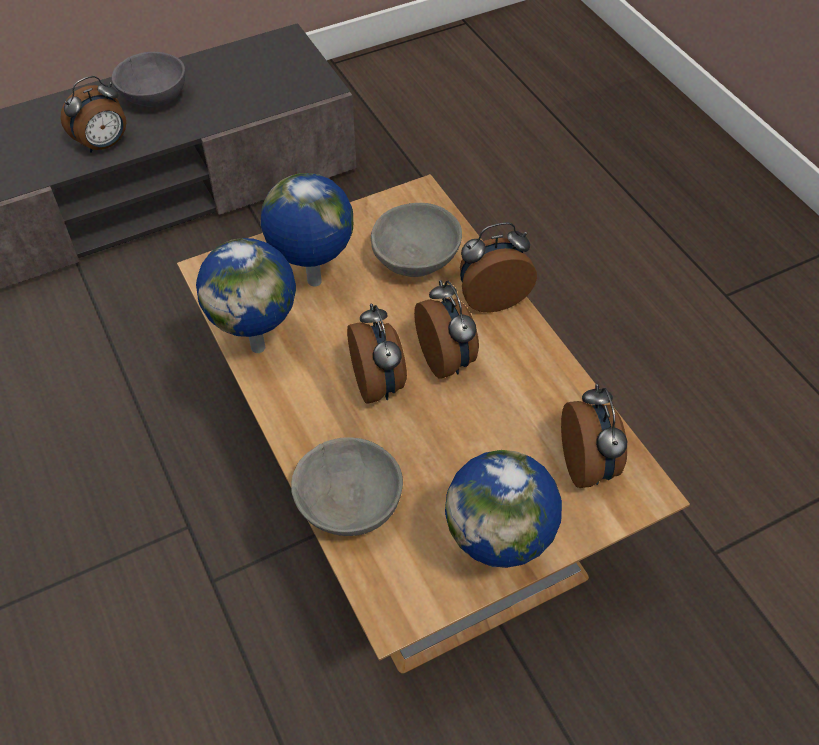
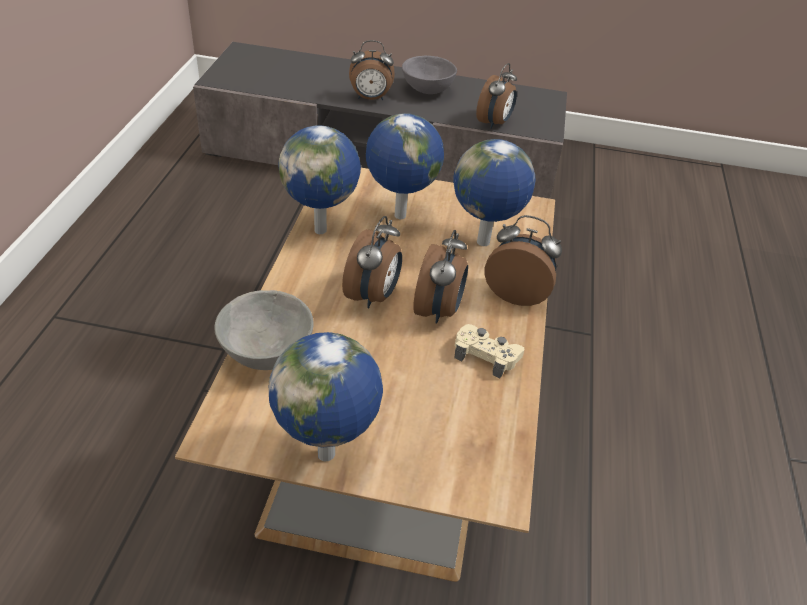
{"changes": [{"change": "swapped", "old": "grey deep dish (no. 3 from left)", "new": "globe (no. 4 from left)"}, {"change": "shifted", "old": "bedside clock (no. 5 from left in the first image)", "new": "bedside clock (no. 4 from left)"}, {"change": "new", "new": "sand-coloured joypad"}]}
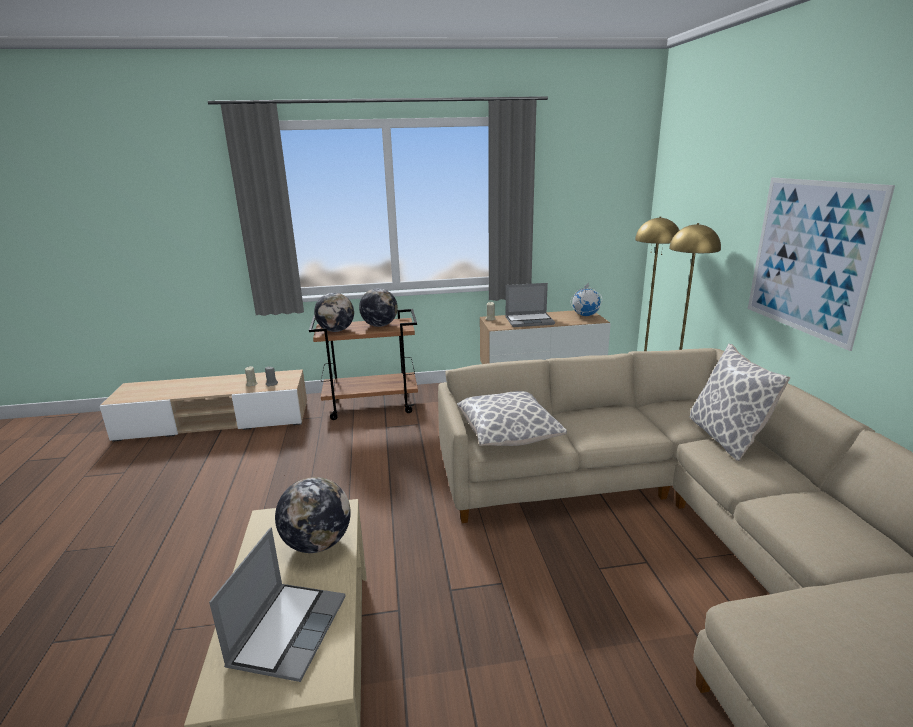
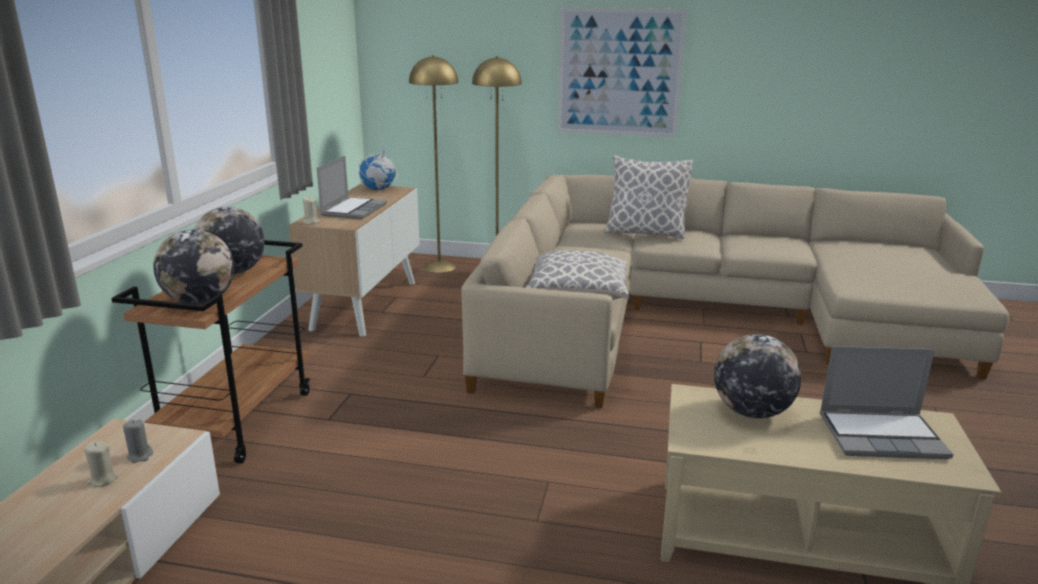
{"changes": [{"change": "rotated", "old": "notebook computer (no. 1 from left in the first image)", "degrees": 150}]}
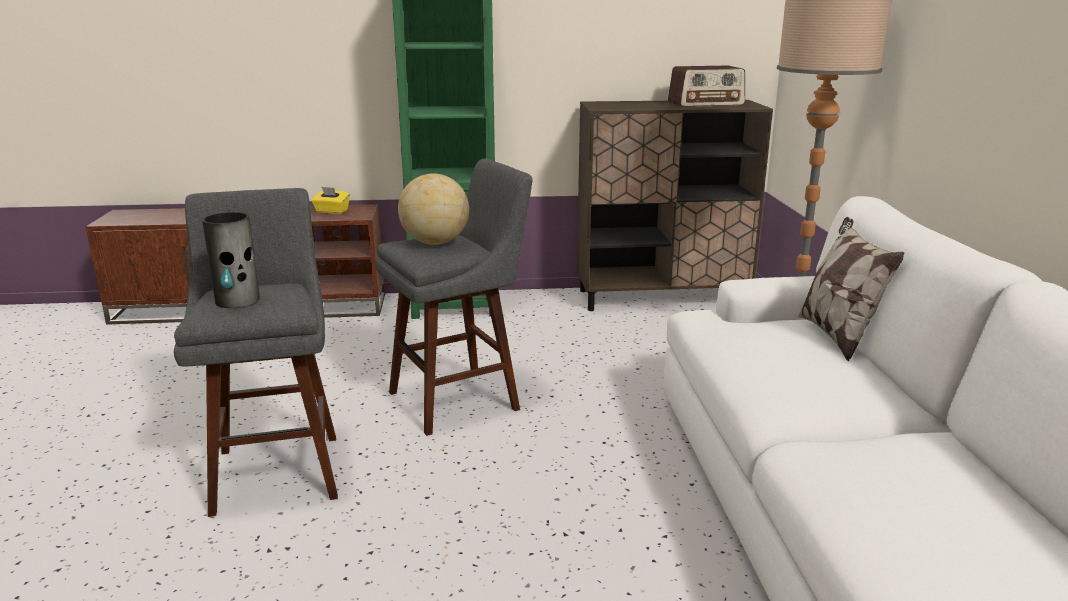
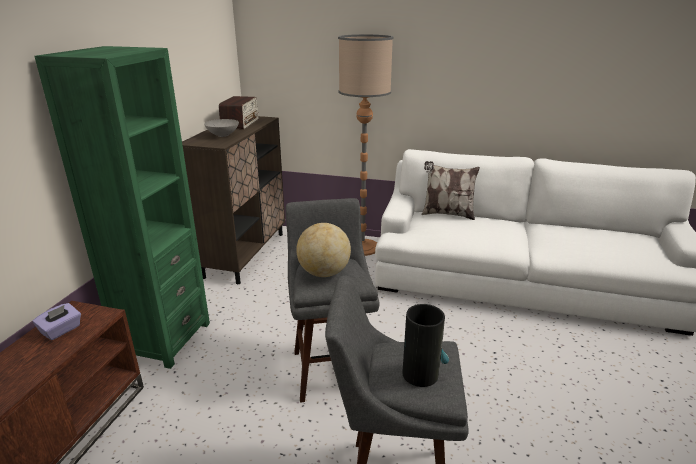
{"changes": [{"change": "repainted", "old": "yellowish tissue holder", "new": "purple-coloured tissue holder"}, {"change": "new", "new": "grey deep dish"}]}
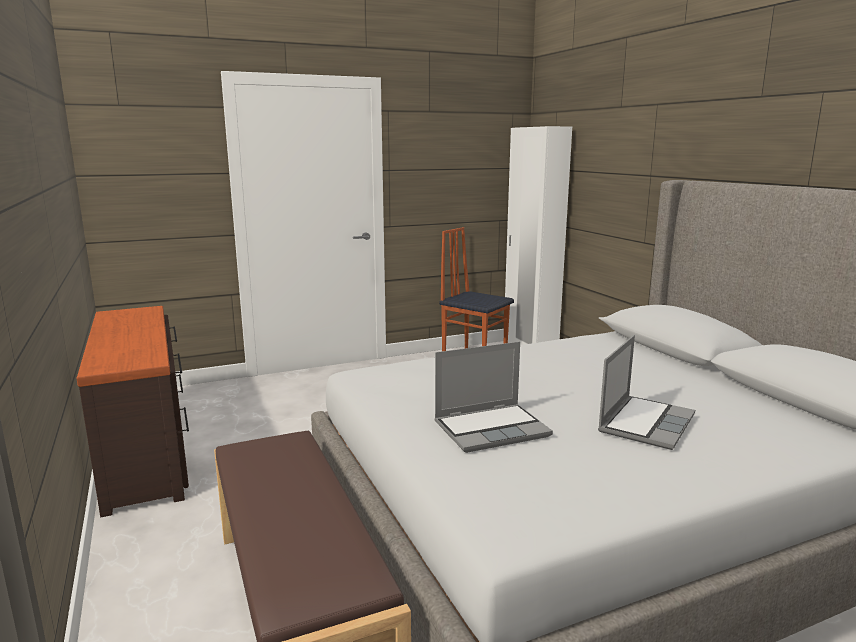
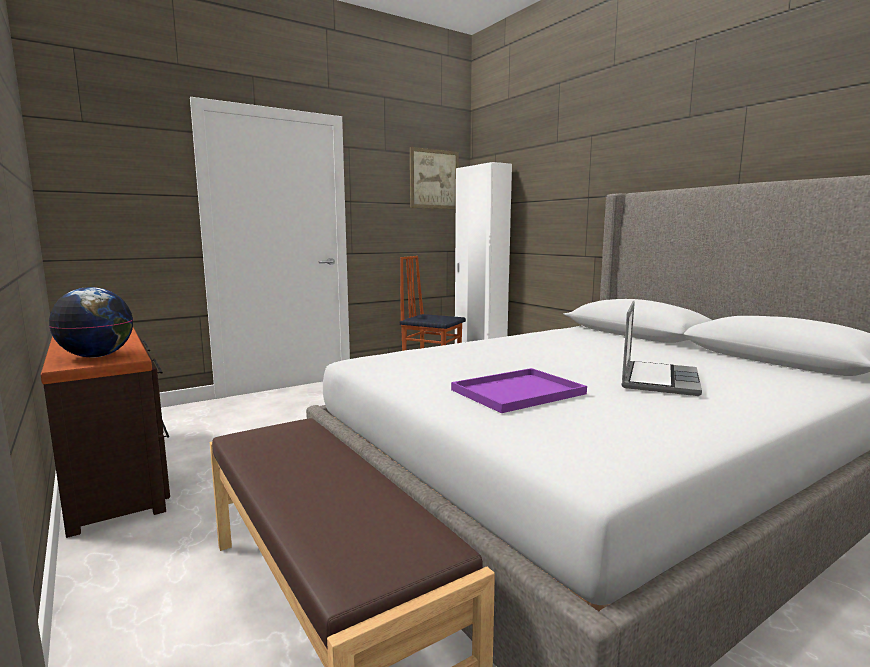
{"changes": [{"change": "swapped", "old": "notebook computer (no. 1 from left)", "new": "purple-coloured serving tray"}, {"change": "new", "new": "globe"}, {"change": "new", "new": "wall picture"}]}
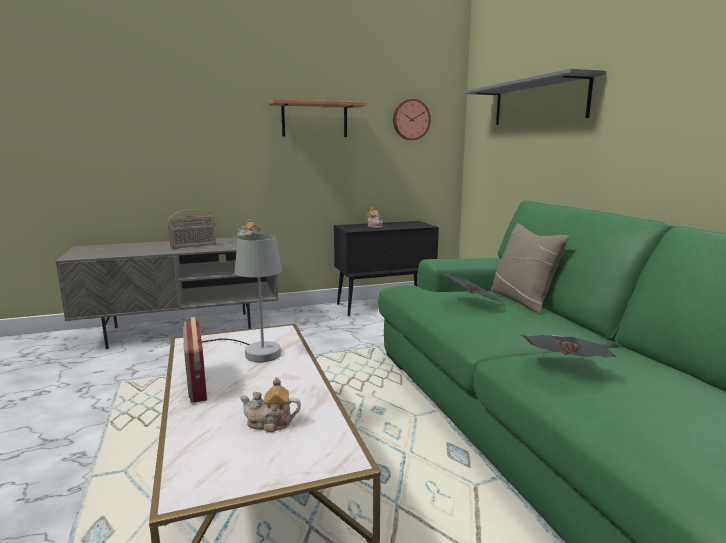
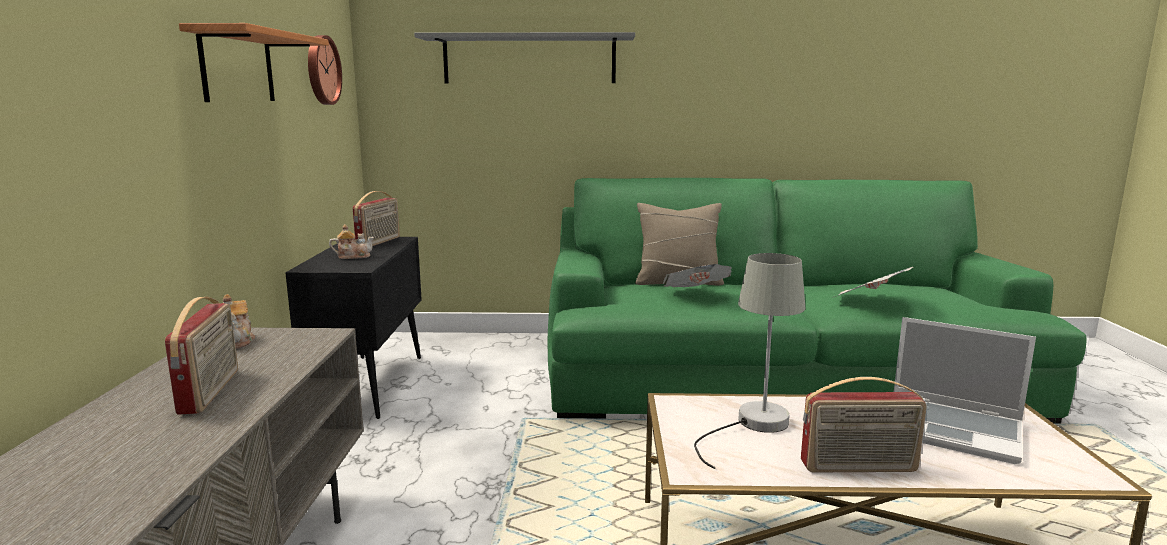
{"changes": [{"change": "swapped", "old": "tea pot (no. 2 from left)", "new": "notebook computer"}, {"change": "new", "new": "radio receiver (no. 2 from left)"}]}
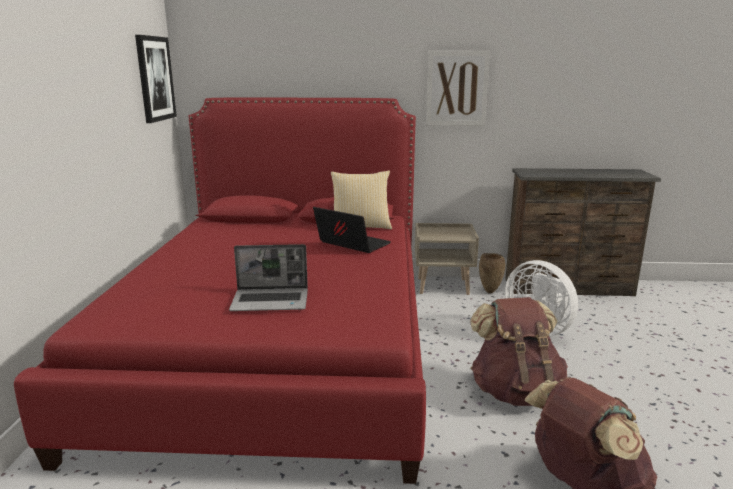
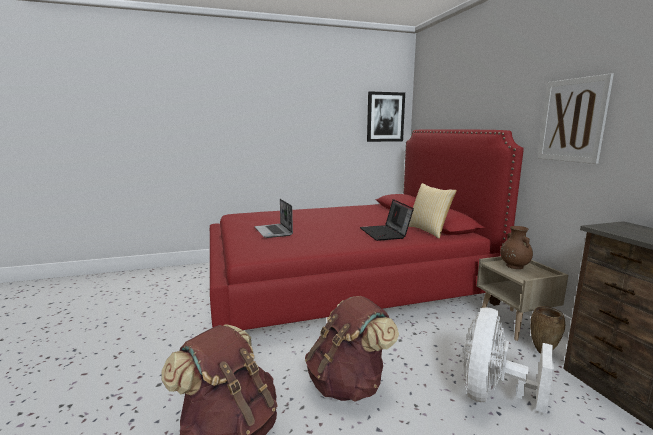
{"changes": [{"change": "rotated", "old": "notebook computer (no. 2 from left)", "degrees": 150}, {"change": "new", "new": "brown-coloured vase (no. 1 from left)"}]}
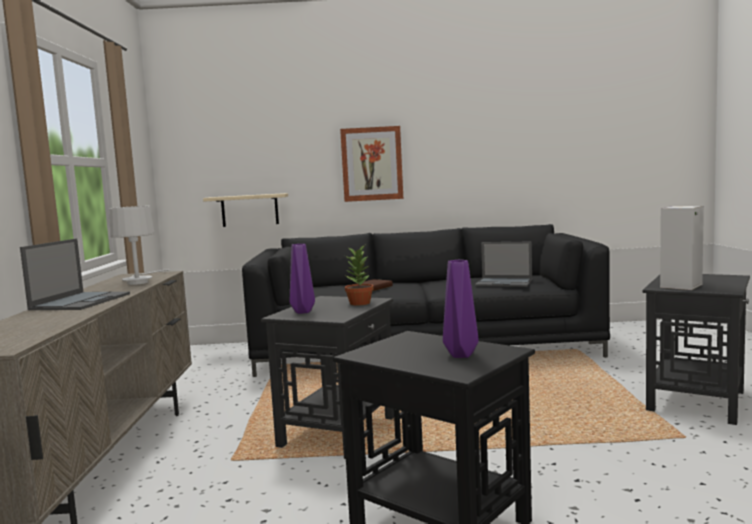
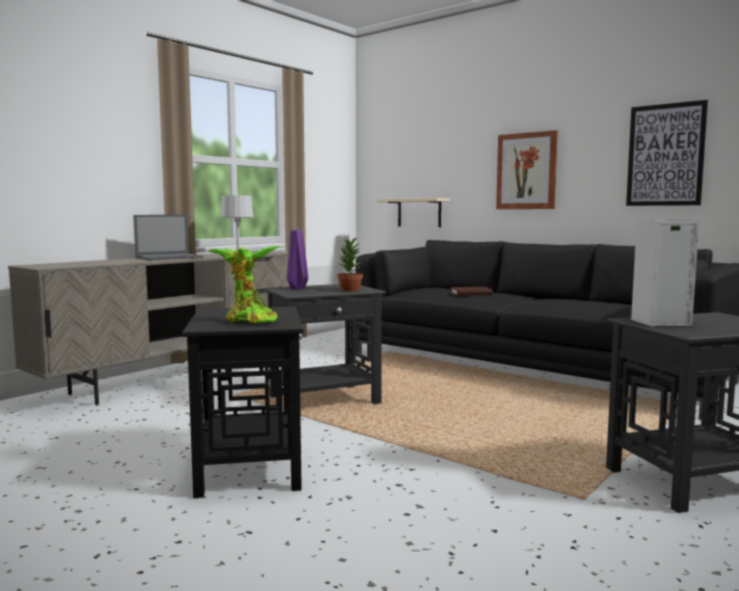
{"changes": [{"change": "swapped", "old": "purple-coloured vase (no. 2 from left)", "new": "plant in a pot (no. 1 from left)"}, {"change": "gone", "old": "notebook computer (no. 2 from left)"}, {"change": "new", "new": "wall picture (no. 2 from left)"}]}
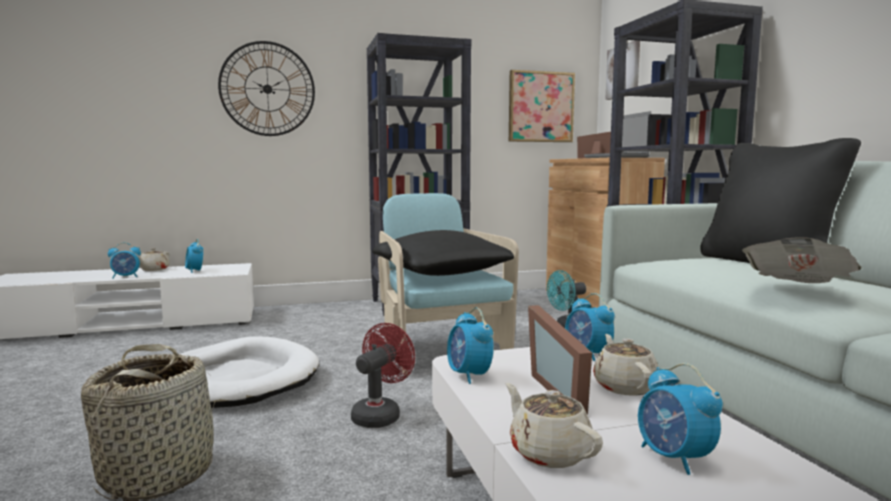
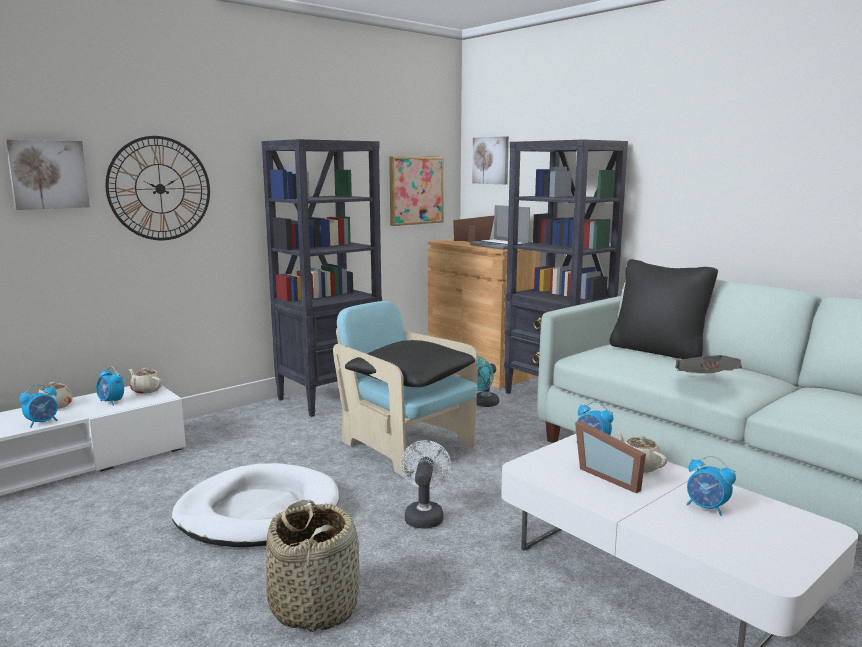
{"changes": [{"change": "repainted", "old": "red electric fan", "new": "white electric fan"}, {"change": "gone", "old": "bedside clock (no. 3 from left)"}, {"change": "shifted", "old": "sand-coloured tea pot (no. 2 from left)"}, {"change": "new", "new": "wall picture (no. 1 from left)"}]}
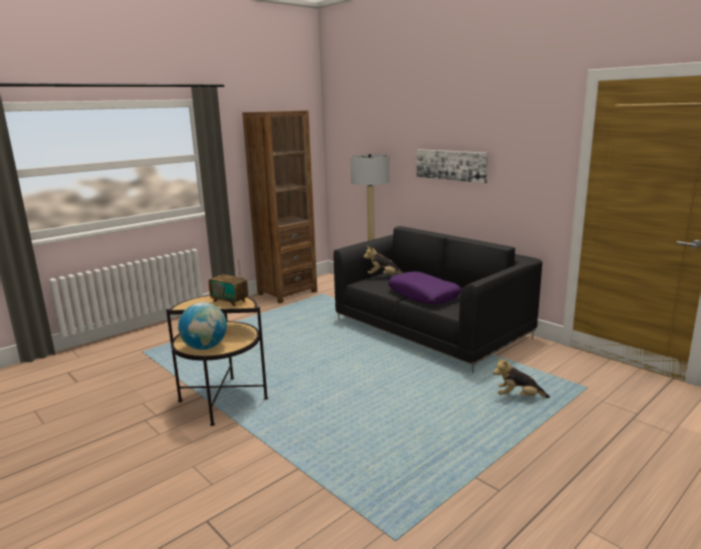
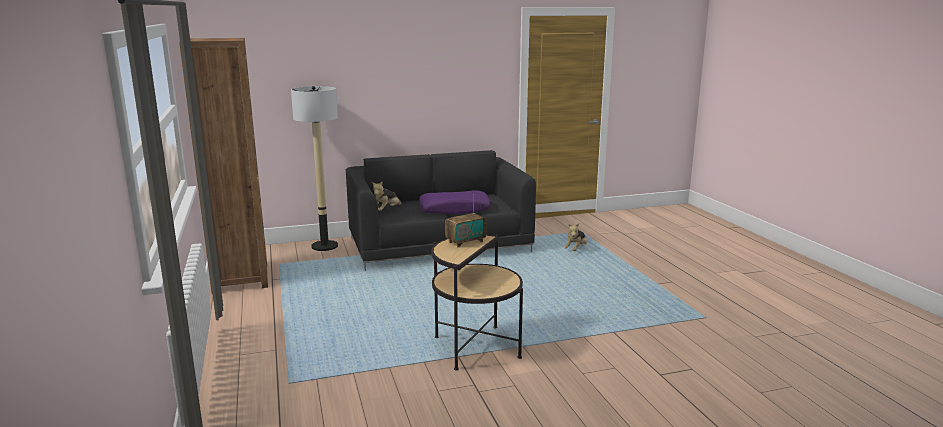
{"changes": [{"change": "gone", "old": "globe"}, {"change": "gone", "old": "wall picture"}]}
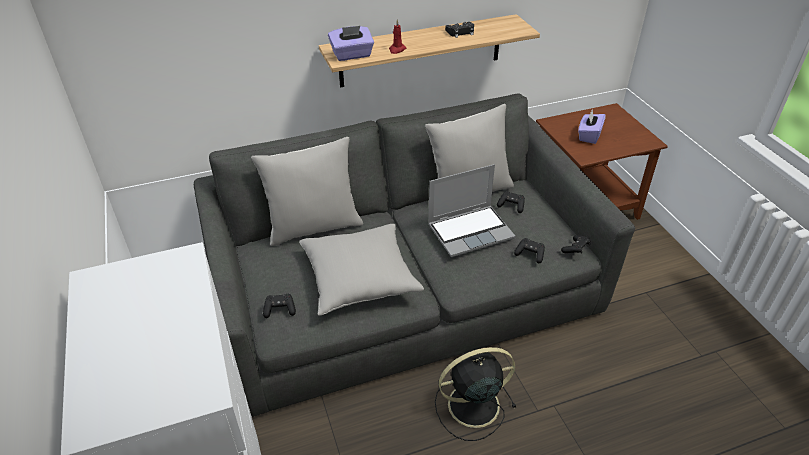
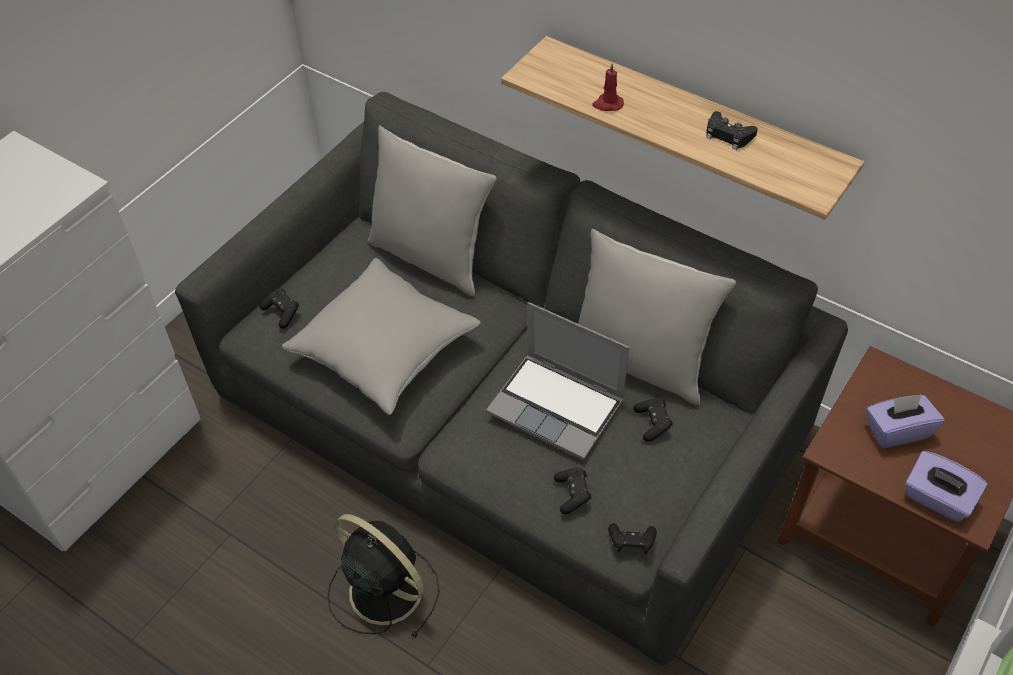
{"changes": [{"change": "shifted", "old": "purple-coloured tissue holder (no. 1 from left in the first image)", "new": "purple-coloured tissue holder (no. 2 from left)"}]}
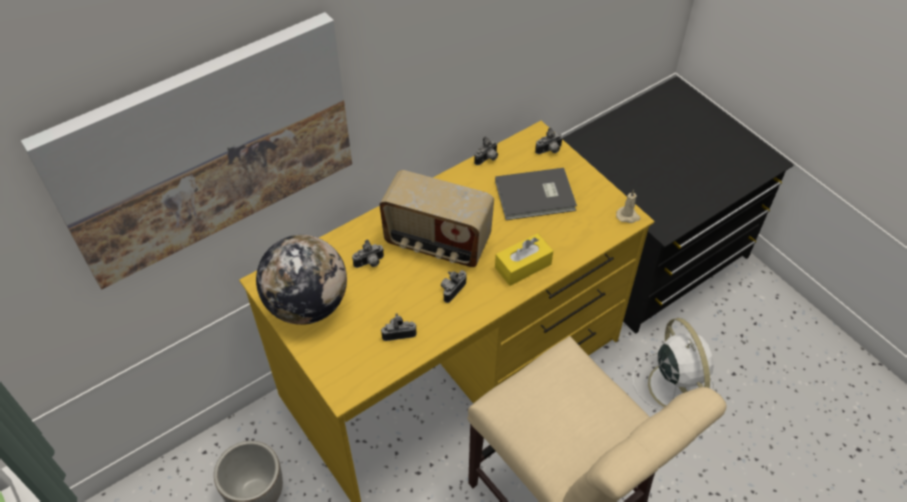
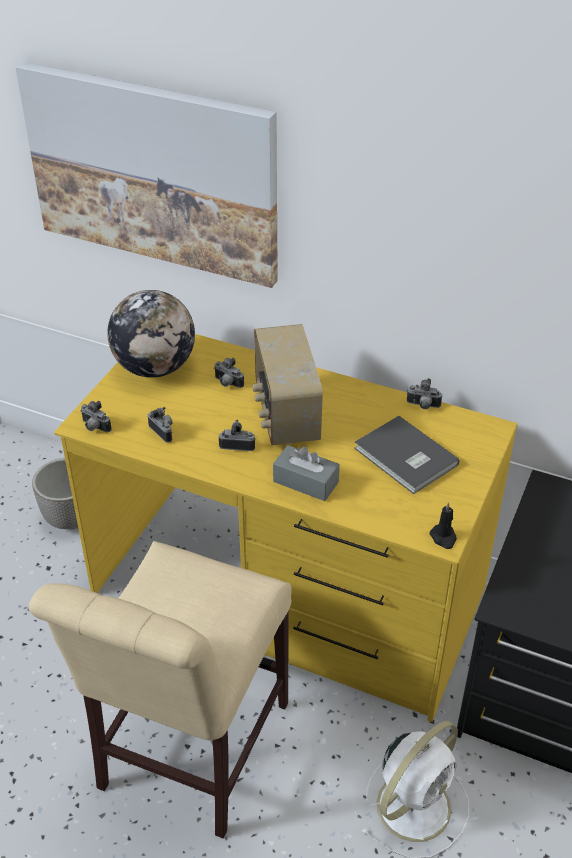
{"changes": [{"change": "repainted", "old": "yellowish tissue holder", "new": "grey tissue holder"}, {"change": "shifted", "old": "photo camera (no. 5 from left in the first image)", "new": "photo camera (no. 1 from left)"}, {"change": "repainted", "old": "sand-coloured wax light", "new": "black-coloured wax light"}]}
